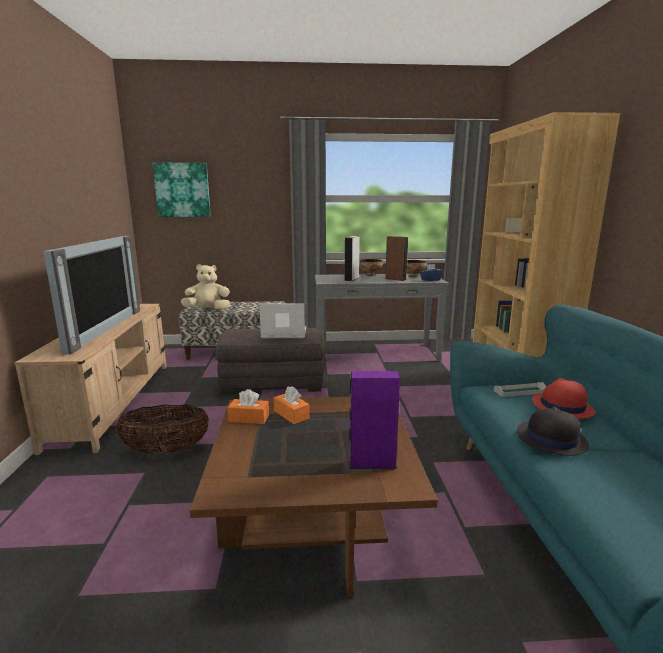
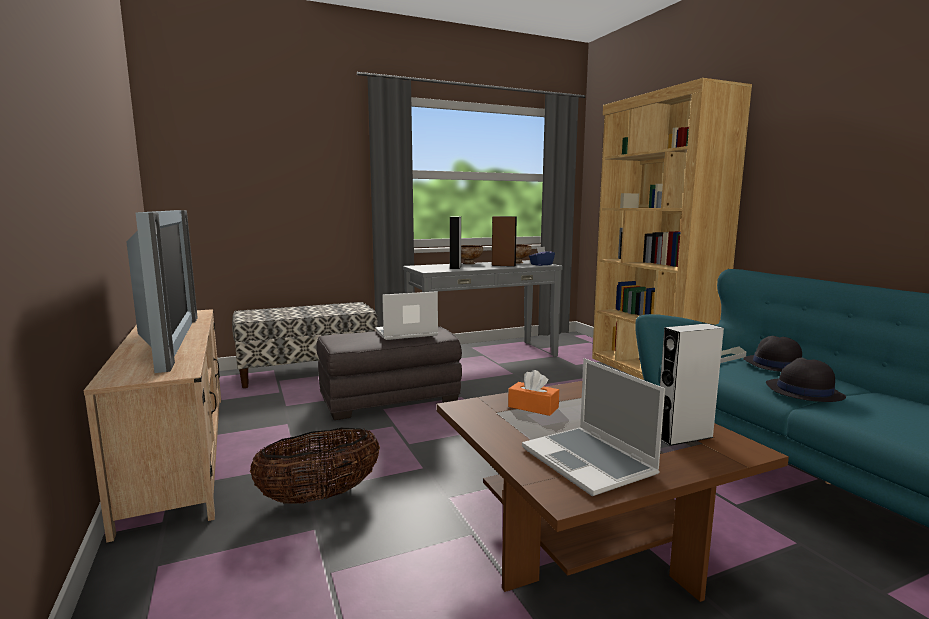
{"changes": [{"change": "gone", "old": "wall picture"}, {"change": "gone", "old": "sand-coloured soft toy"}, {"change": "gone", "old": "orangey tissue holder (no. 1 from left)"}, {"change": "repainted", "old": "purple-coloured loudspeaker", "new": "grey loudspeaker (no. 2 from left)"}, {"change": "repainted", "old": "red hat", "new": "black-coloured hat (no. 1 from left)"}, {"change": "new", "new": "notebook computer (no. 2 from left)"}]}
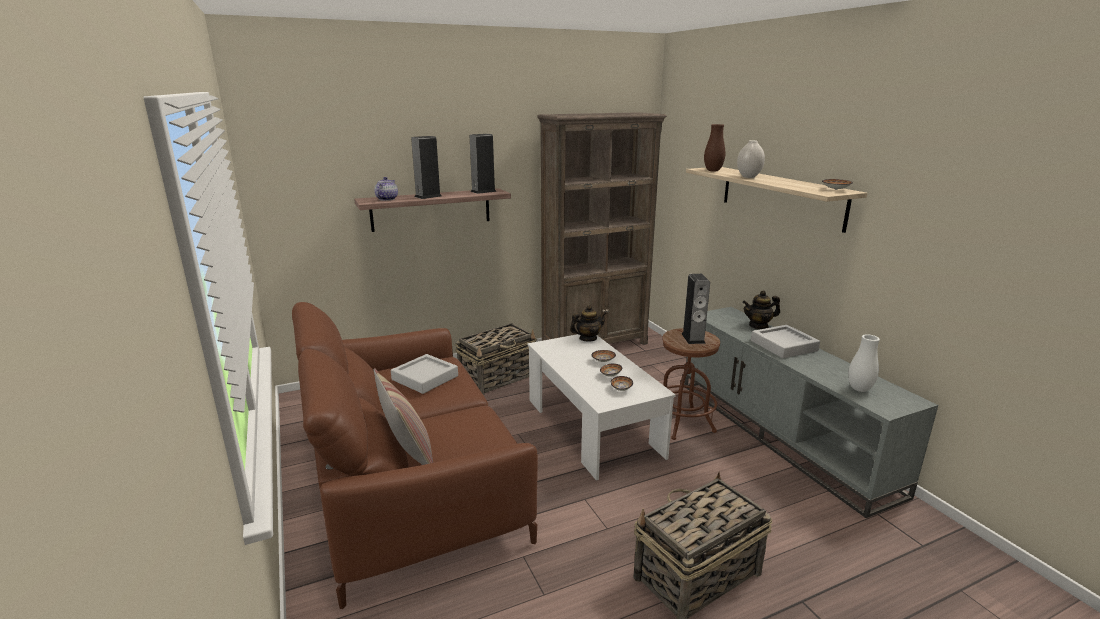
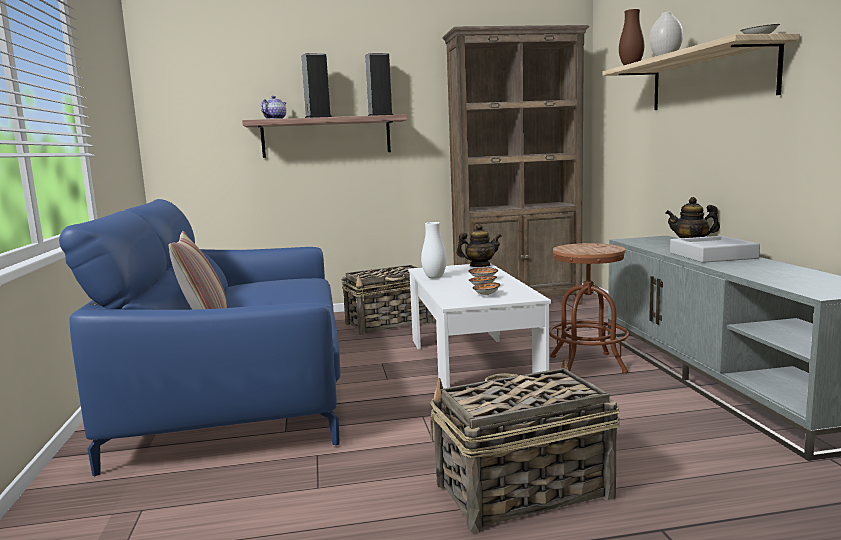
{"changes": [{"change": "repainted", "old": "brown-coloured sofa", "new": "bluish sofa"}, {"change": "gone", "old": "grey serving tray (no. 1 from left)"}, {"change": "gone", "old": "loudspeaker (no. 3 from left)"}, {"change": "shifted", "old": "white vase (no. 2 from left in the first image)", "new": "white vase (no. 1 from left)"}]}
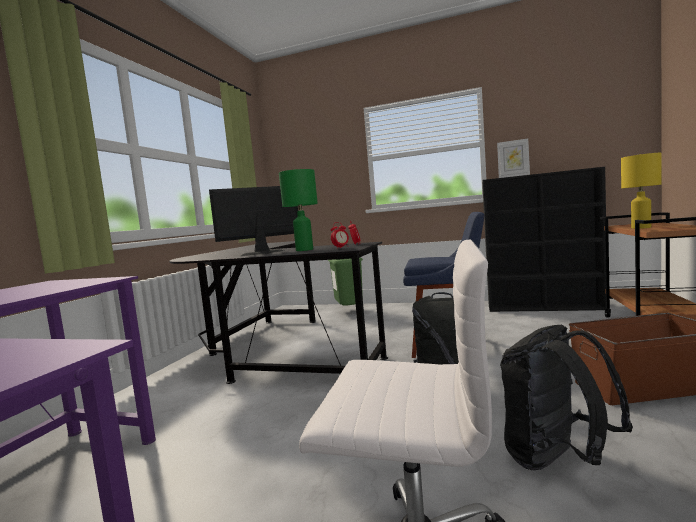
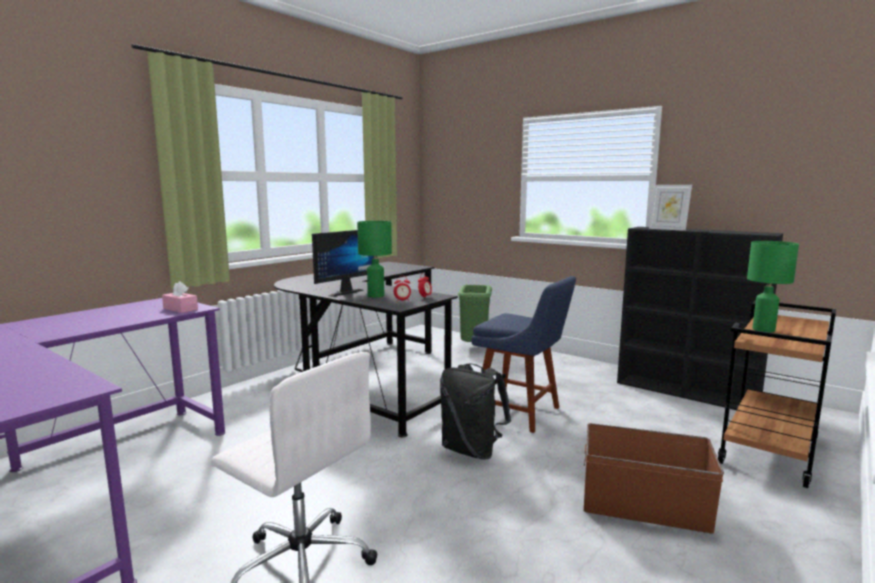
{"changes": [{"change": "rotated", "old": "monitor", "degrees": 135}, {"change": "gone", "old": "black-coloured knapsack (no. 2 from left)"}, {"change": "repainted", "old": "yellowish lamp for a table", "new": "green lamp for a table (no. 2 from left)"}, {"change": "new", "new": "pink-coloured tissue holder"}]}
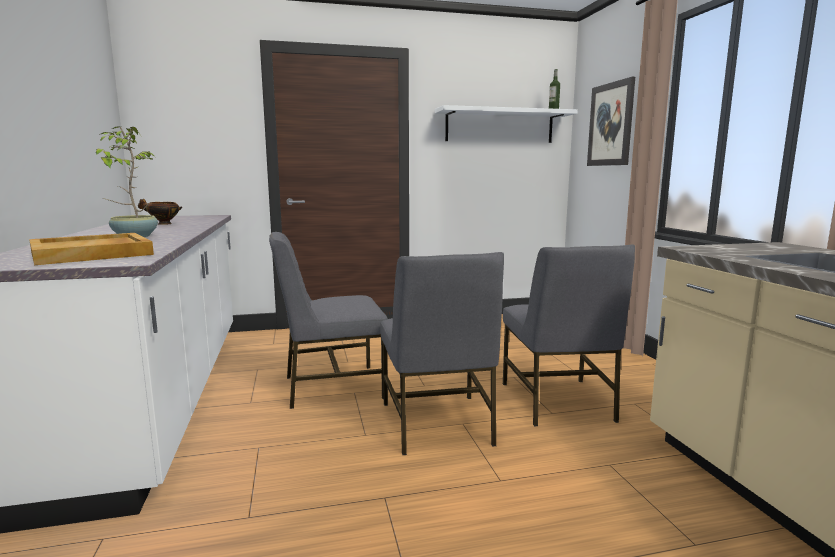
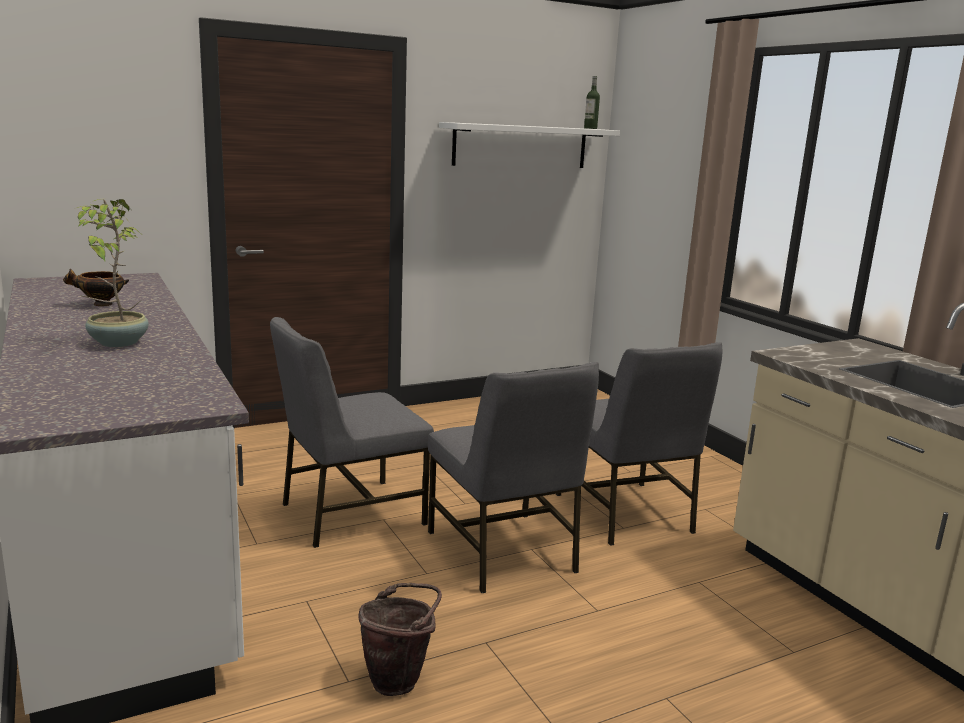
{"changes": [{"change": "gone", "old": "sand-coloured serving tray"}, {"change": "gone", "old": "wall picture"}, {"change": "new", "new": "brown-coloured pail"}]}
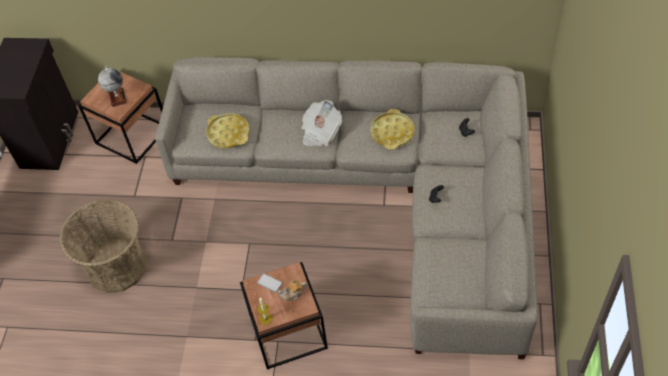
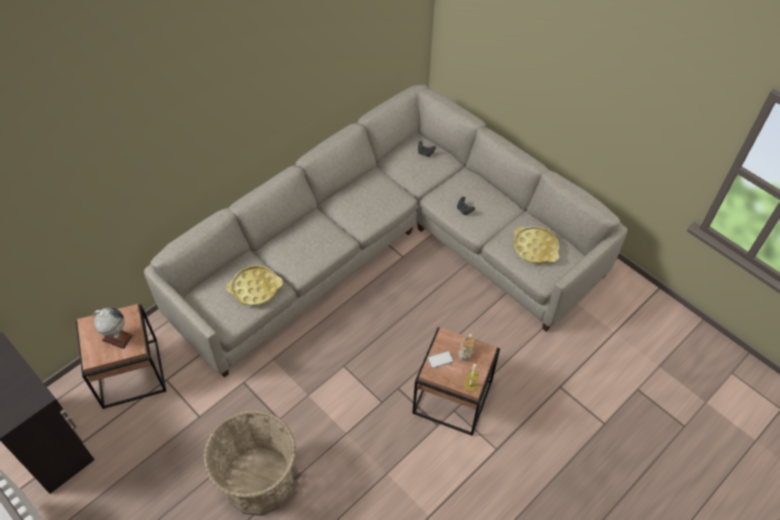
{"changes": [{"change": "gone", "old": "daily paper"}, {"change": "shifted", "old": "yellowish serving tray (no. 2 from left)"}]}
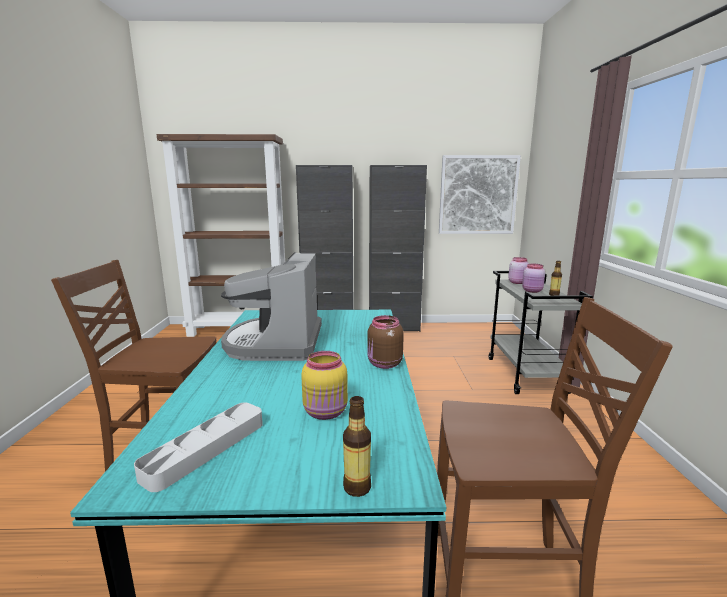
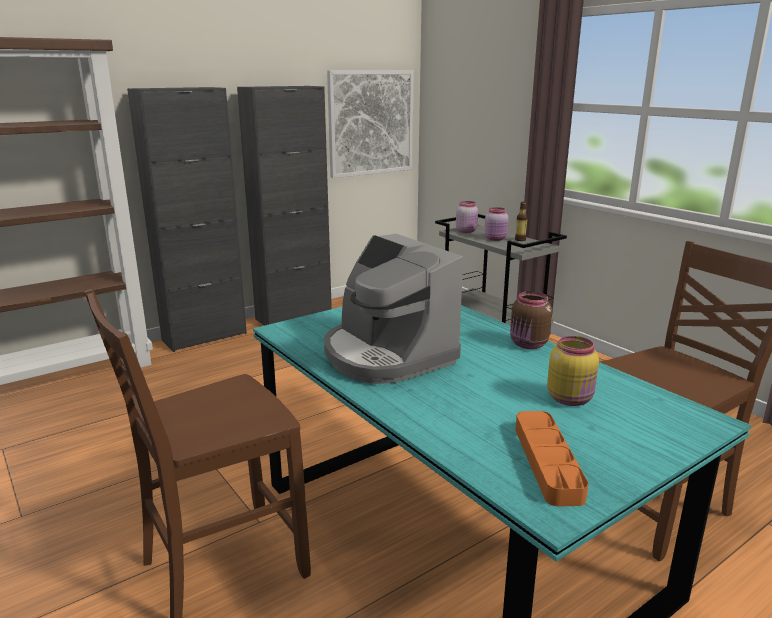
{"changes": [{"change": "repainted", "old": "grey serving tray", "new": "orangey serving tray"}, {"change": "gone", "old": "drink bottle (no. 1 from left)"}]}
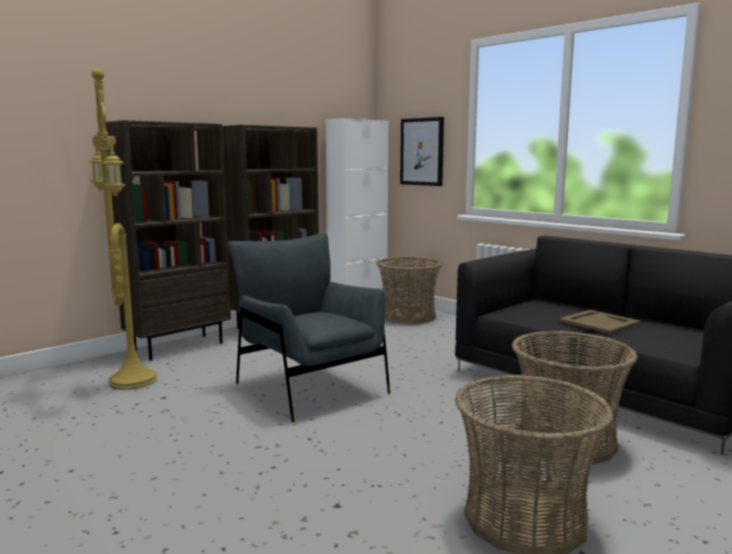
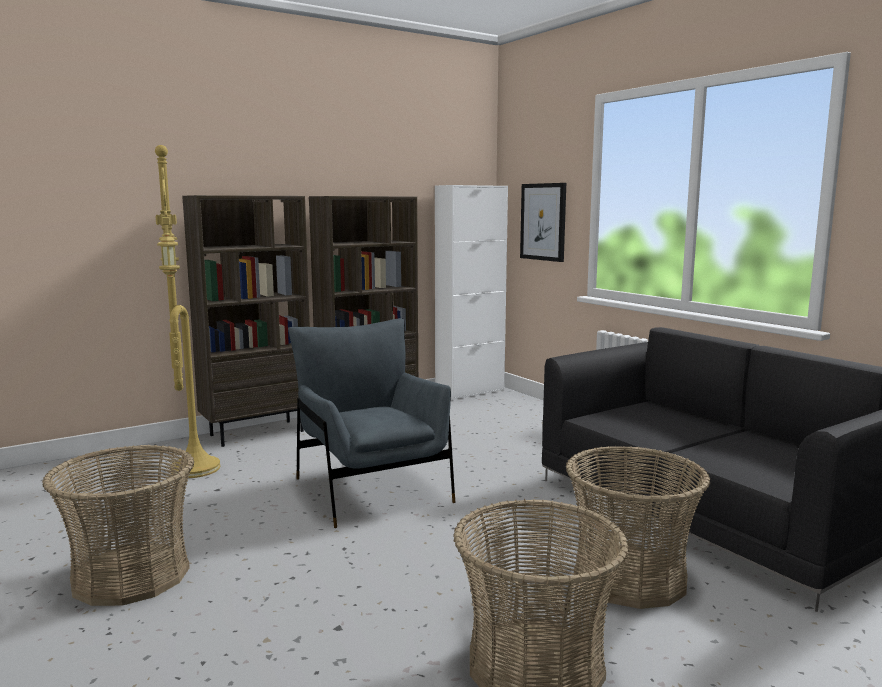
{"changes": [{"change": "shifted", "old": "basket (no. 1 from left)"}, {"change": "gone", "old": "sand-coloured serving tray"}]}
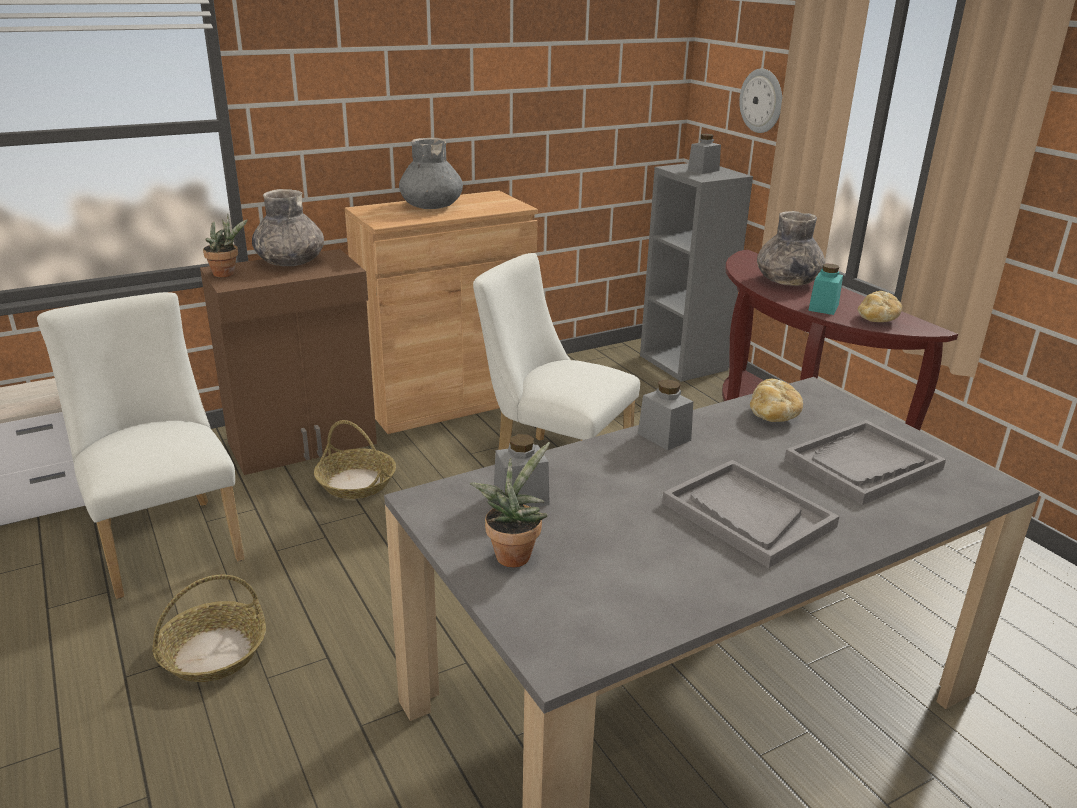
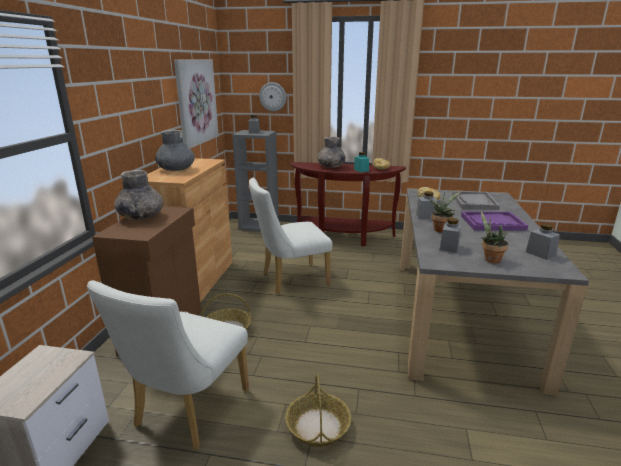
{"changes": [{"change": "rotated", "old": "white plain chair (no. 1 from left)", "degrees": -75}, {"change": "shifted", "old": "plant in a pot (no. 1 from left)"}, {"change": "repainted", "old": "grey serving tray (no. 1 from left)", "new": "purple-coloured serving tray"}, {"change": "new", "new": "wall picture"}, {"change": "new", "new": "grey jar (no. 4 from left)"}]}
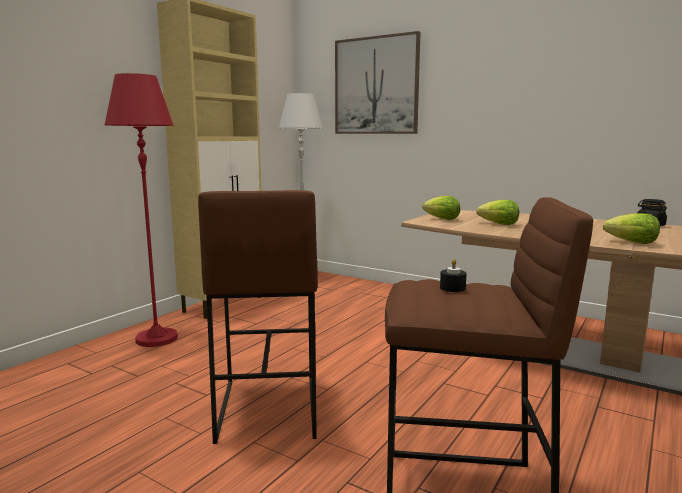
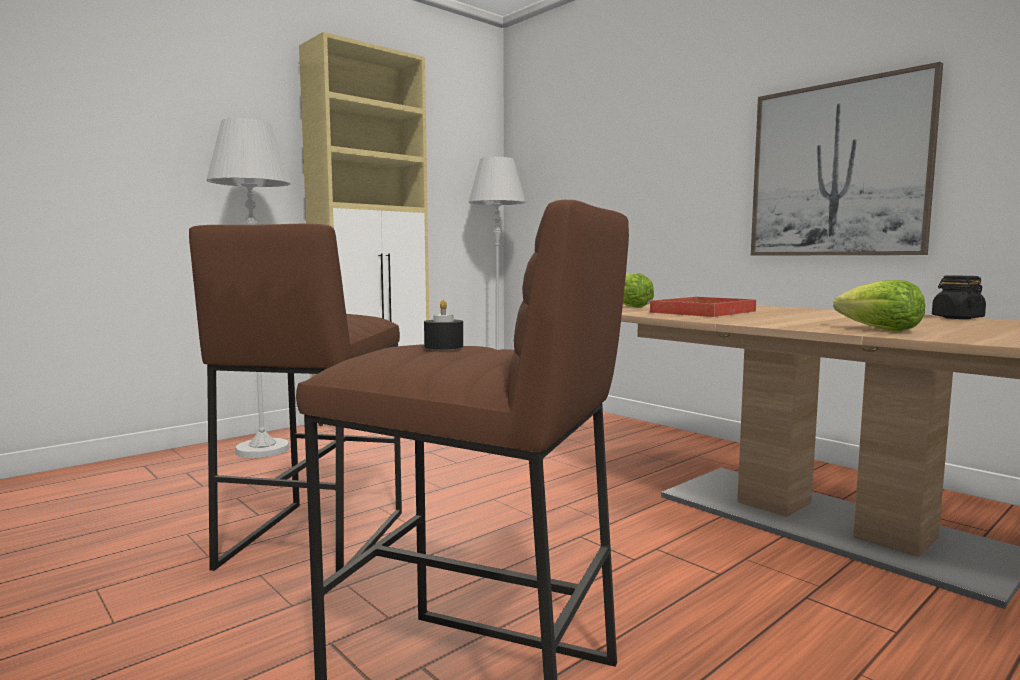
{"changes": [{"change": "repainted", "old": "red standard lamp", "new": "white standard lamp (no. 1 from left)"}, {"change": "shifted", "old": "wall picture"}, {"change": "swapped", "old": "lettuce (no. 2 from left)", "new": "red serving tray"}]}
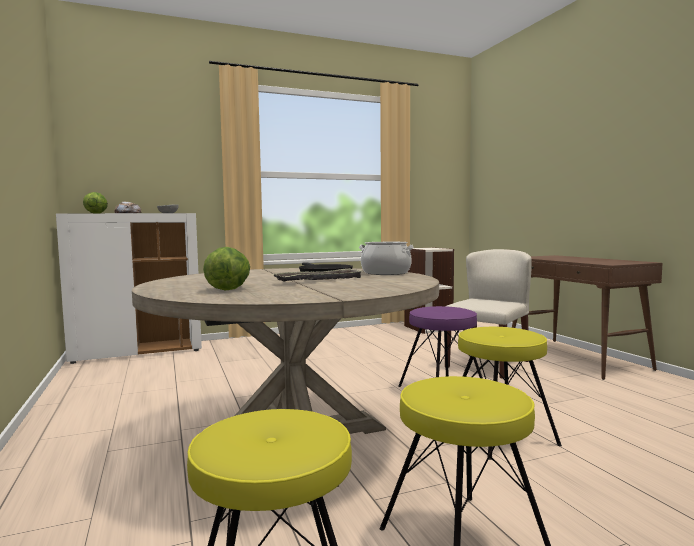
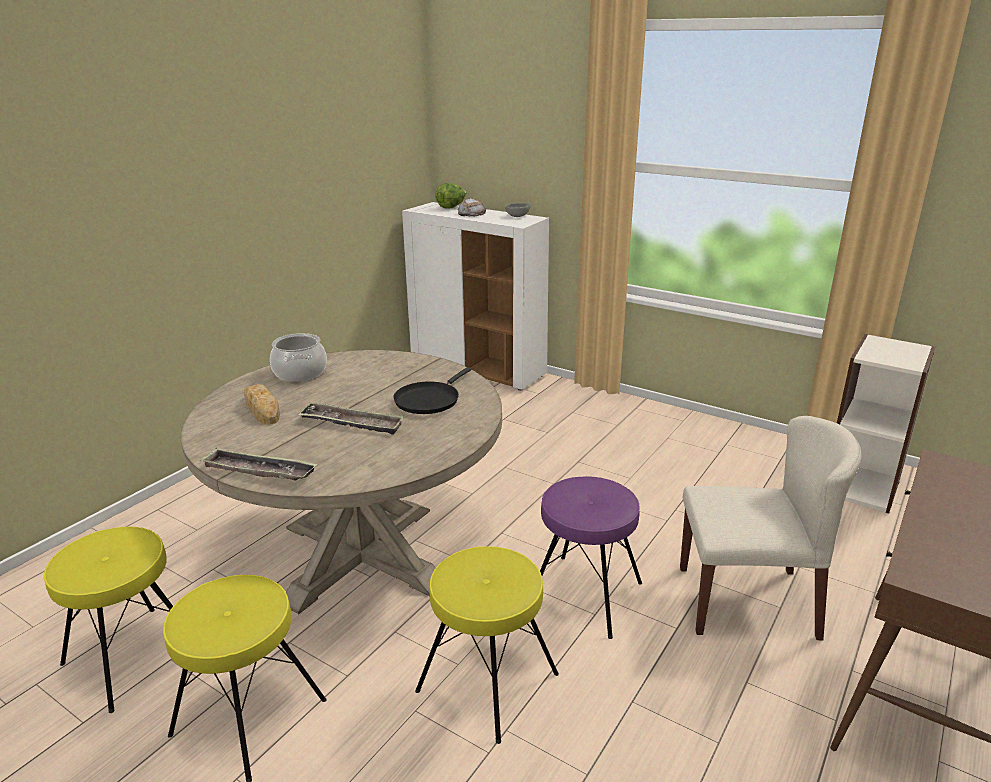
{"changes": [{"change": "swapped", "old": "lettuce (no. 2 from left)", "new": "baked bread (no. 1 from left)"}, {"change": "shifted", "old": "stockpot"}, {"change": "new", "new": "serving tray (no. 1 from left)"}]}
